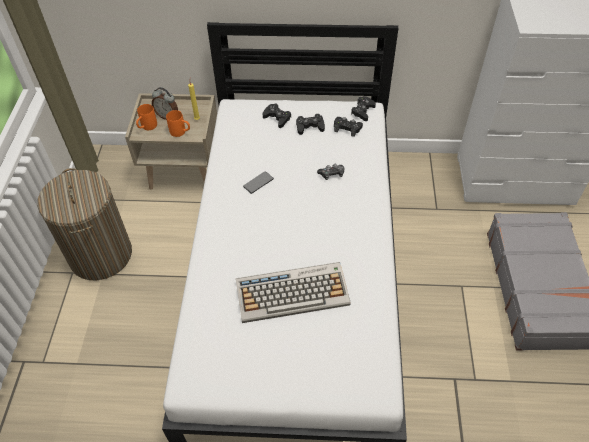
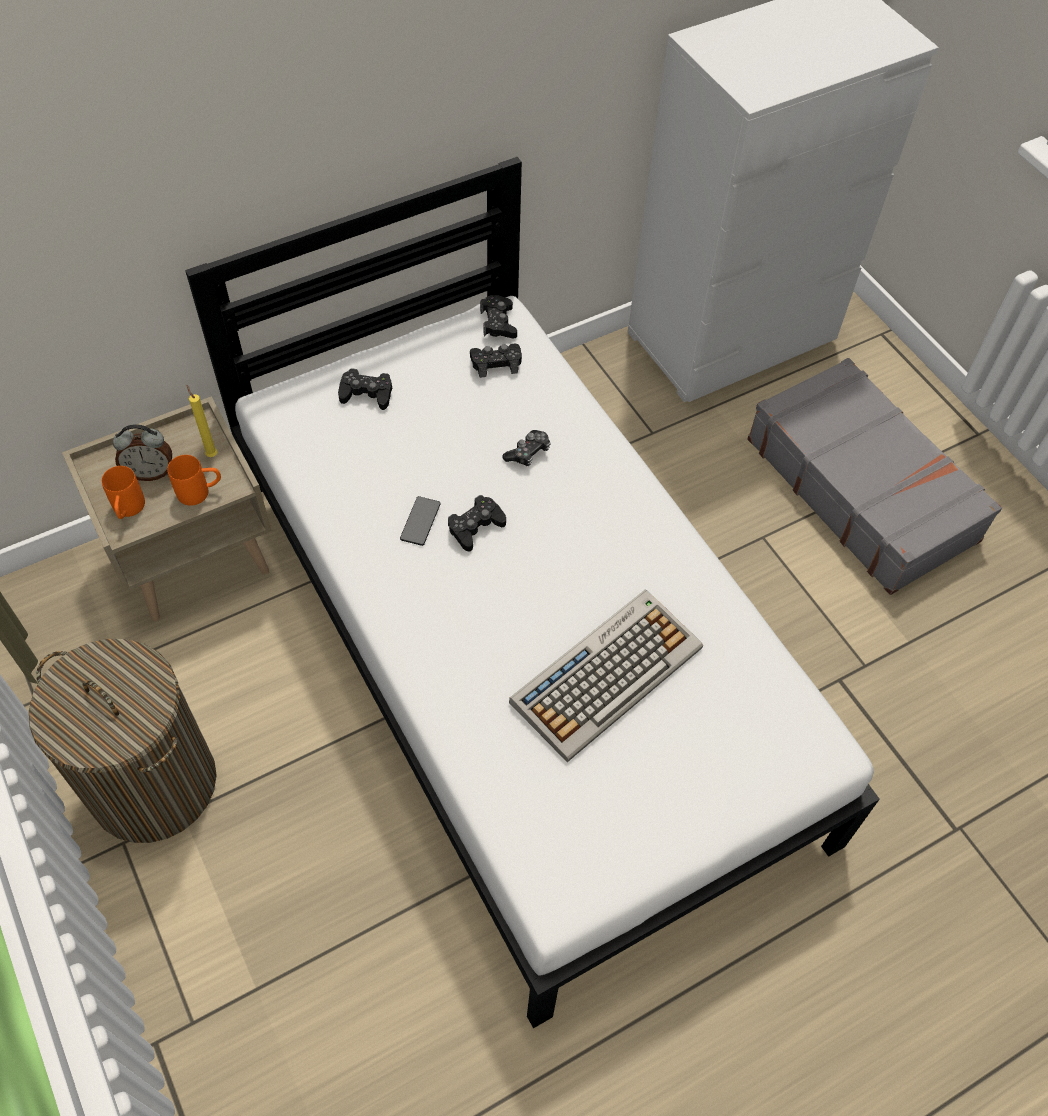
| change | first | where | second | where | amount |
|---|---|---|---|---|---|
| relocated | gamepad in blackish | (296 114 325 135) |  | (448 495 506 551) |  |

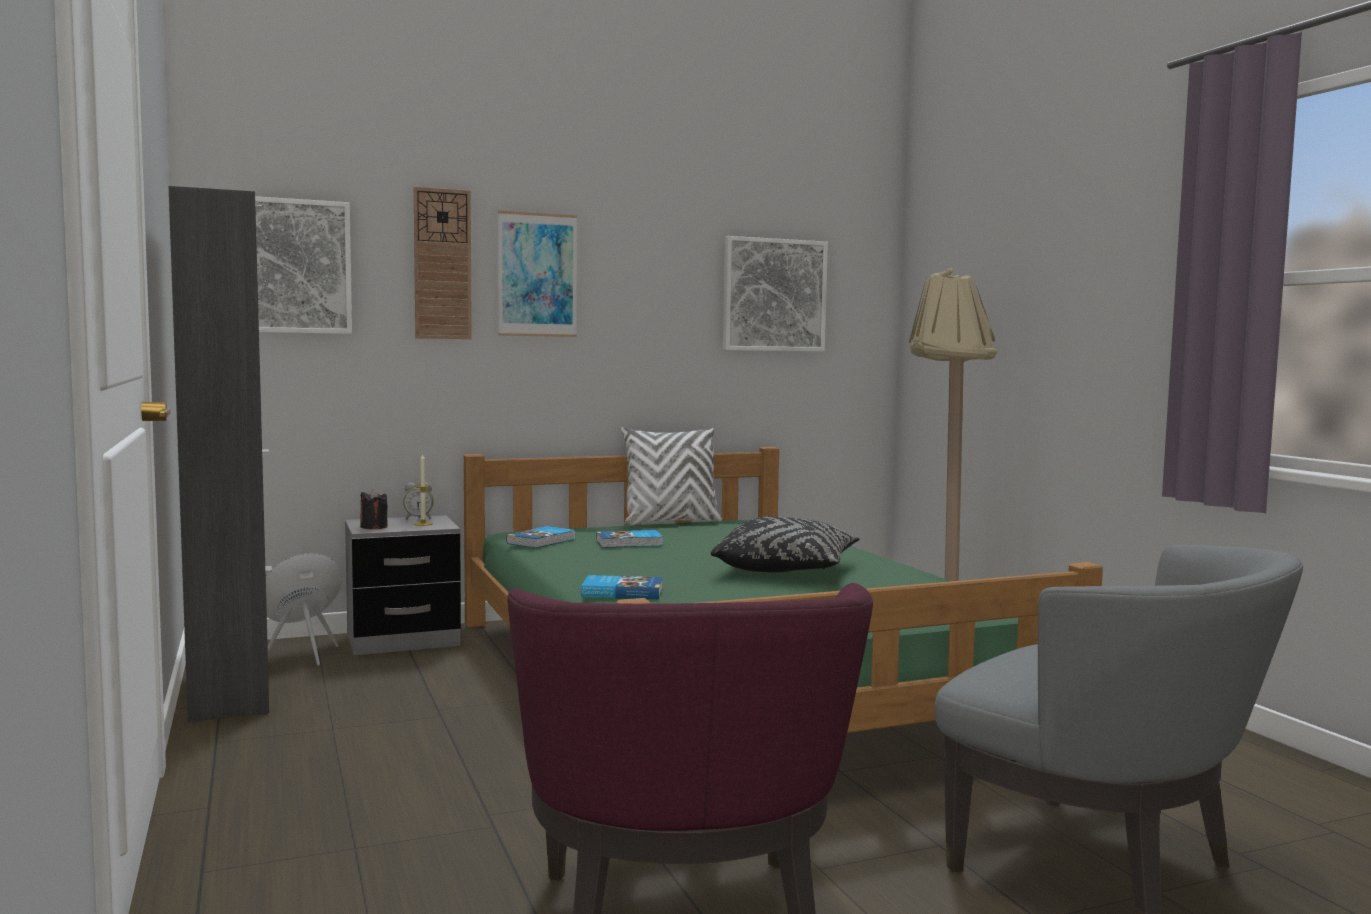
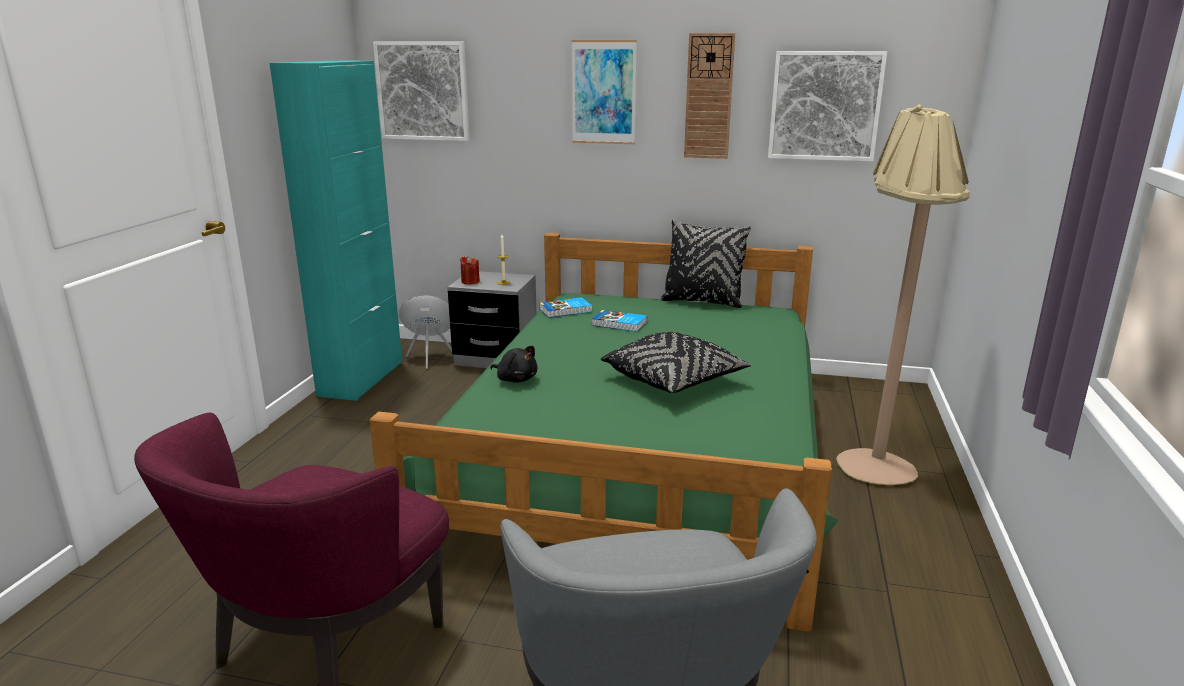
| change | first | where | second | where | amount |
|---|---|---|---|---|---|
| colour | storage cabinet in blackish | (169 186 272 722) | storage cabinet in turquoise | (270 60 402 401) |  |
| relocated | hanging clock | (414 187 472 339) |  | (684 33 735 159) |  |
| colour | cushion in white | (621 427 722 526) | cushion in blackish | (660 220 751 308) |  |
| missing | bedside clock | (403 482 434 520) |  |  |  |
| colour | wax candle in blackish | (360 489 388 529) | wax candle in reddish | (460 256 480 285) |  |
| exchanged | book | (581 575 663 599) | cuddly toy in blackish | (490 346 538 383) |  |

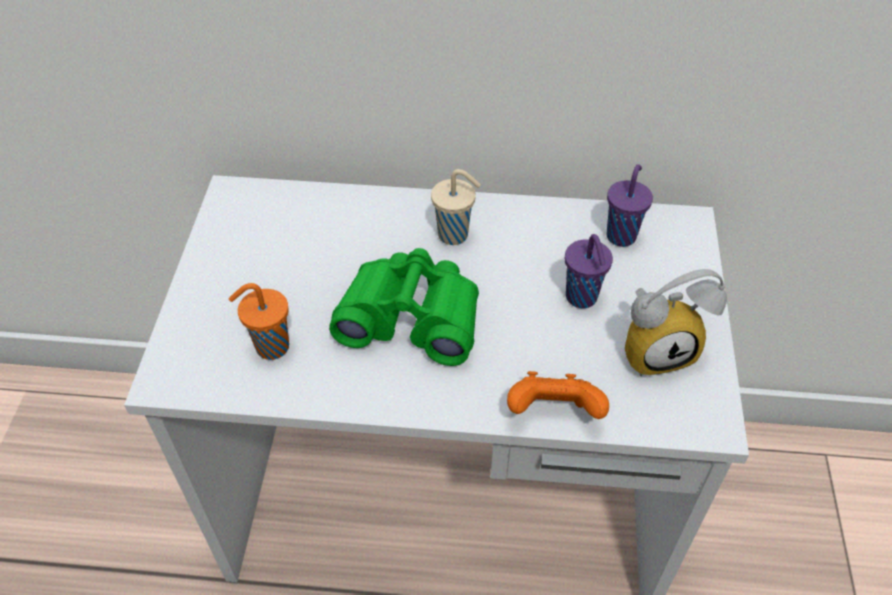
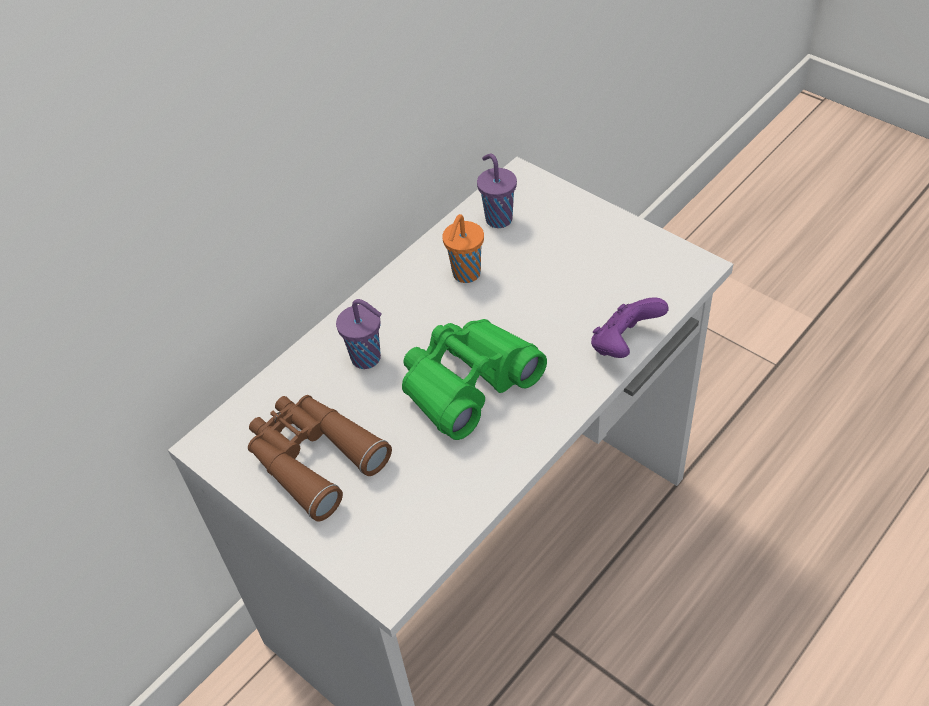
| change | first | where | second | where | amount |
|---|---|---|---|---|---|
| missing | drinking cup in beige | (431 169 481 245) |  |  |  |
| relocated | drinking cup in purple | (565 234 613 308) |  | (336 299 381 369) |  |
| missing | bedside clock | (625 269 727 376) |  |  |  |
| relocated | drinking cup in orangey | (229 283 289 360) |  | (442 214 484 283) |  |
| colour | gamepad in orangey | (507 371 609 419) | gamepad in purple | (591 297 669 358) |  |
| appeared |  |  | binoculars in brownish | (248 395 392 522) |  |

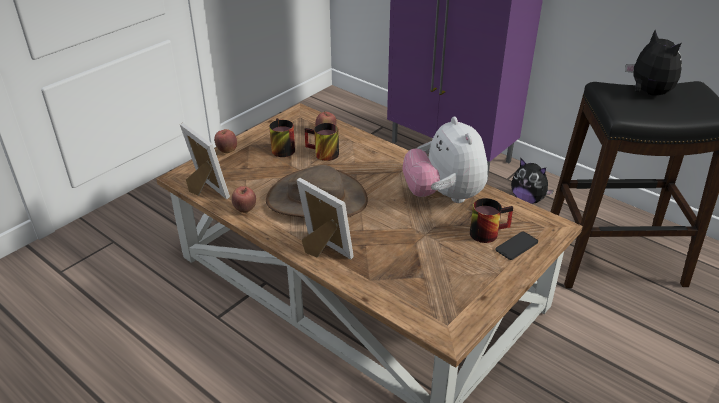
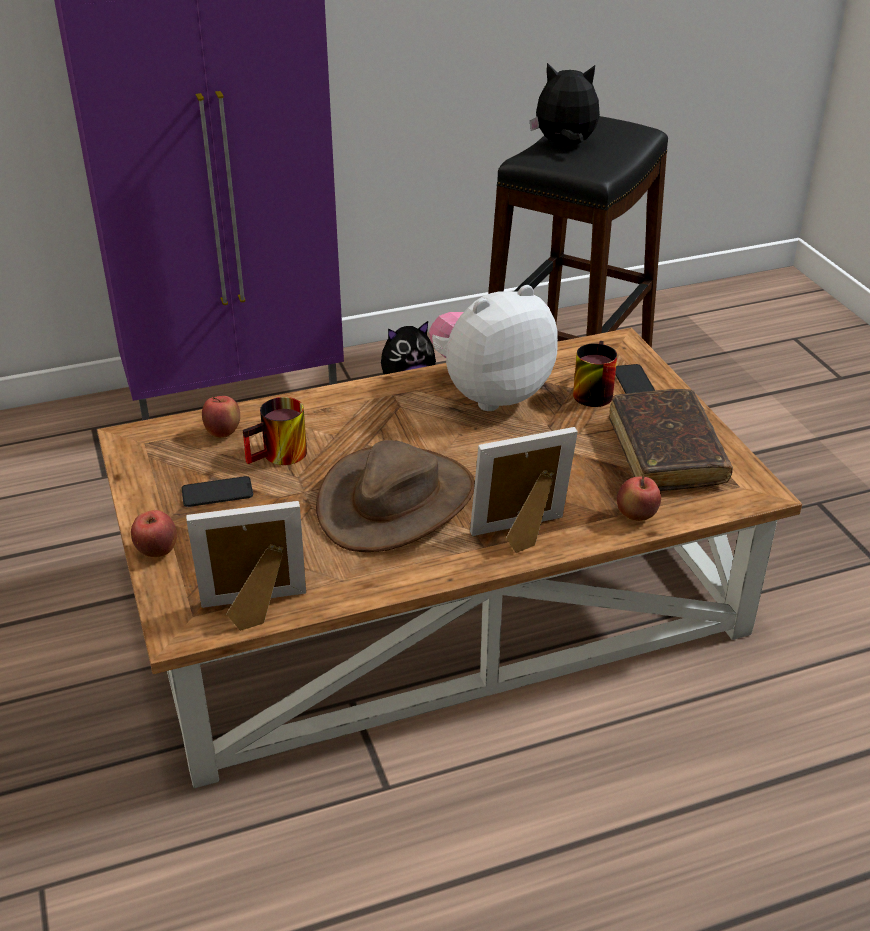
| change | first | where | second | where | amount |
|---|---|---|---|---|---|
| spun | cuddly toy | (402 117 488 203) |  | (429 285 558 411) | 135 degrees clockwise |
| exchanged | coffee mug | (269 118 295 157) | handset | (182 476 253 507) |  |
| relocated | apple | (232 186 256 213) |  | (617 476 661 521) |  |
| appeared |  |  | book in brownish | (609 389 733 491) |  |

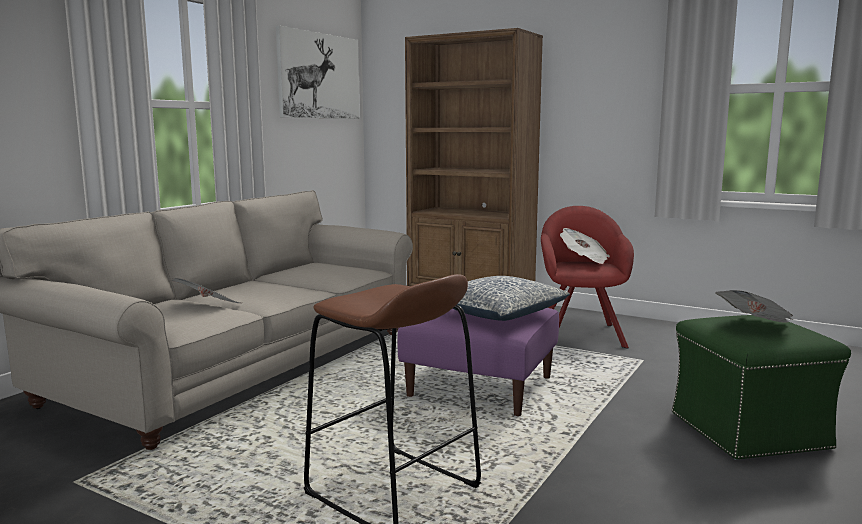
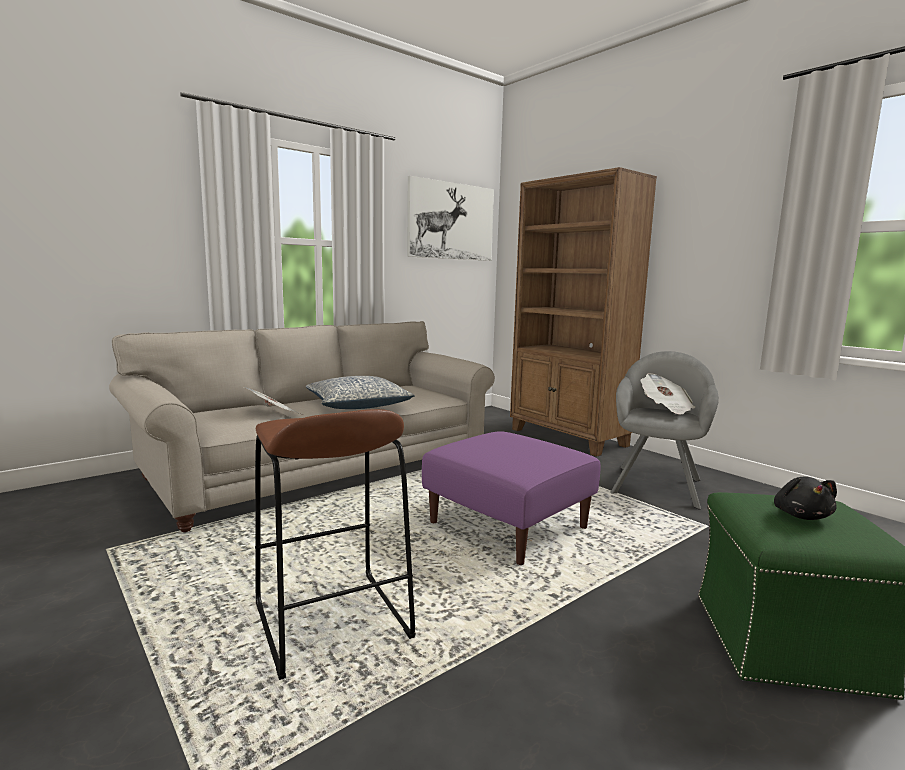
| change | first | where | second | where | amount |
|---|---|---|---|---|---|
| colour | lounge chair in reddish | (541 206 634 349) | lounge chair in greyish | (610 351 719 510) |  |
| relocated | cushion | (452 276 570 321) |  | (306 376 415 409) |  |
| exchanged | daily paper | (715 290 793 322) | cuddly toy in blackish | (774 477 837 520) |  |

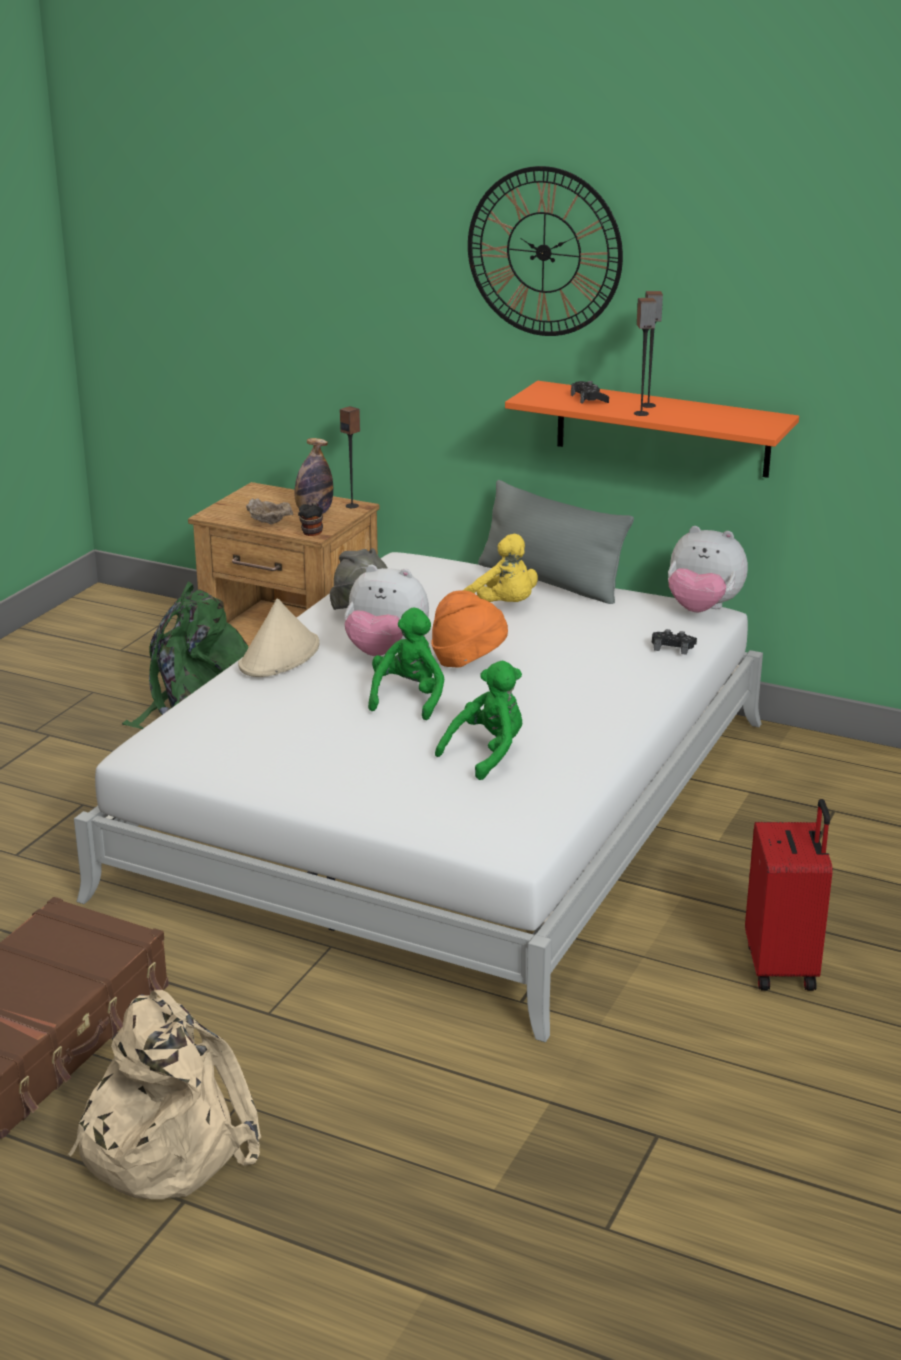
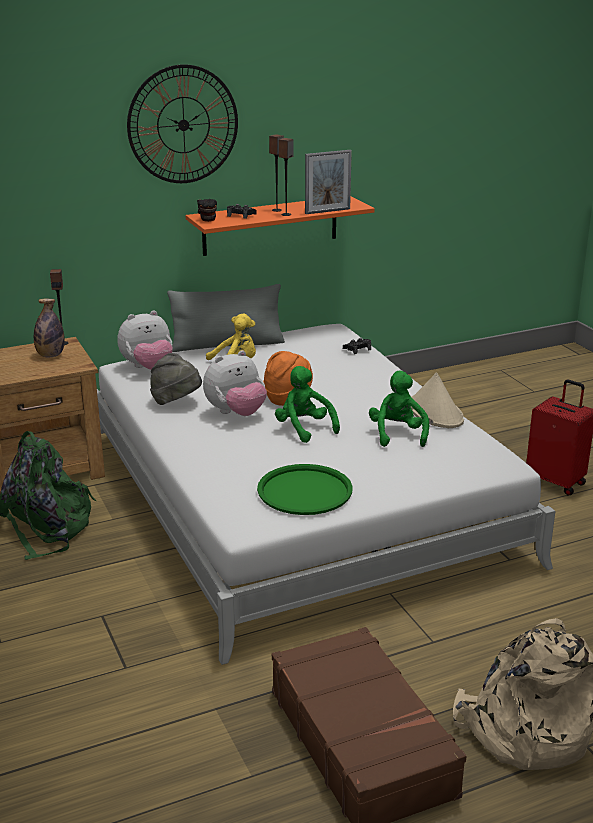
| change | first | where | second | where | amount |
|---|---|---|---|---|---|
| missing | serving bowl in beige | (246 498 293 525) |  |  |  |
| relocated | coffee mug | (298 503 323 536) |  | (197 199 217 222) |  |
| relocated | cuddly toy | (668 526 748 612) |  | (117 311 173 370) |  |
| relocated | clothing hat in beige | (238 598 320 677) |  | (411 372 464 428) |  |
| appeared |  |  | standing frame | (305 150 352 214) |  |
| appeared |  |  | serving tray in greenish | (257 464 353 515) |  |

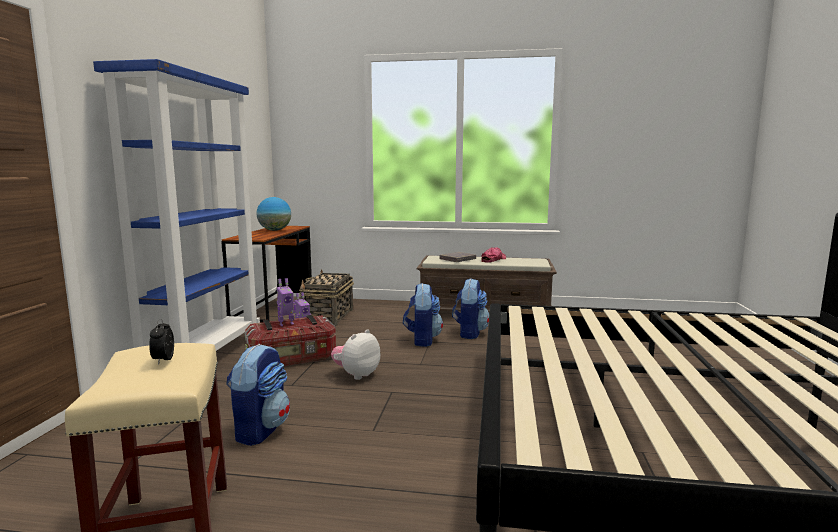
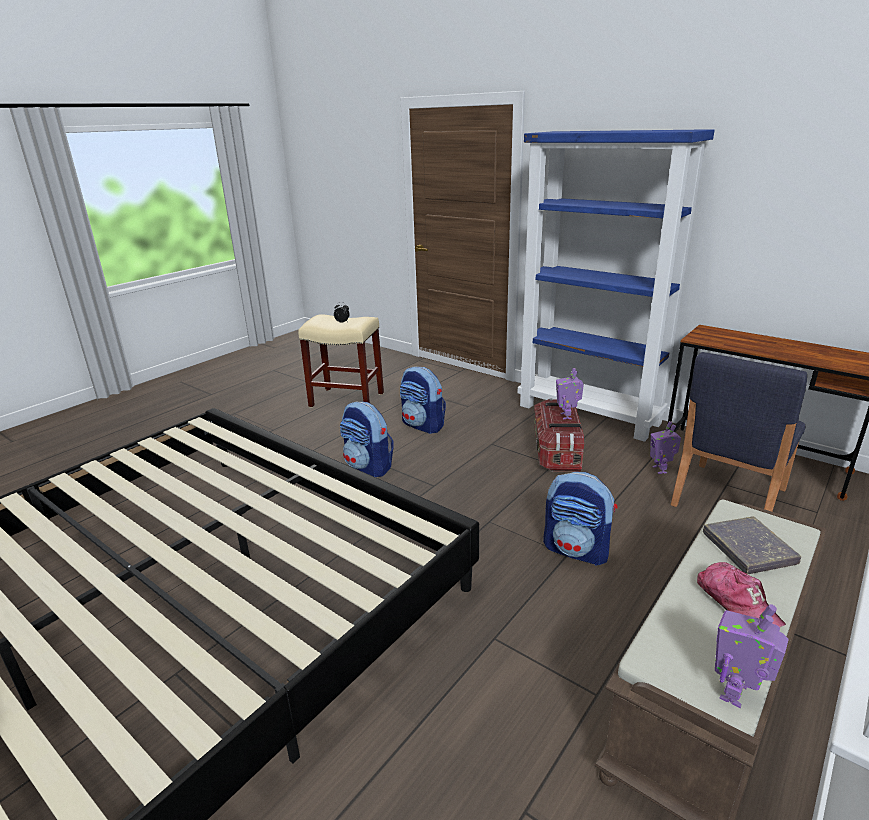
| change | first | where | second | where | amount |
|---|---|---|---|---|---|
| missing | globe | (257 197 291 231) |  |  |  |
| exchanged | household basket | (299 269 354 326) | upright chair in blue-coloured | (671 352 807 511) |  |
| relocated | knapsack | (452 278 489 339) |  | (340 402 393 477) |  |
| missing | cuddly toy | (331 329 380 380) |  |  |  |
| appeared |  |  | model robot | (715 604 789 709) |  |

